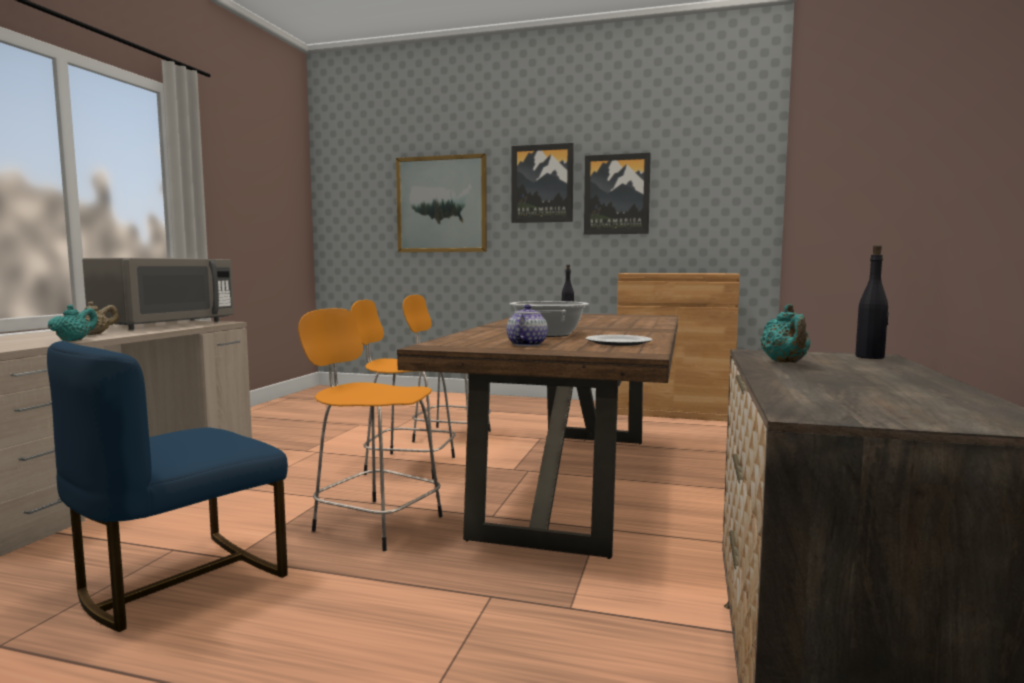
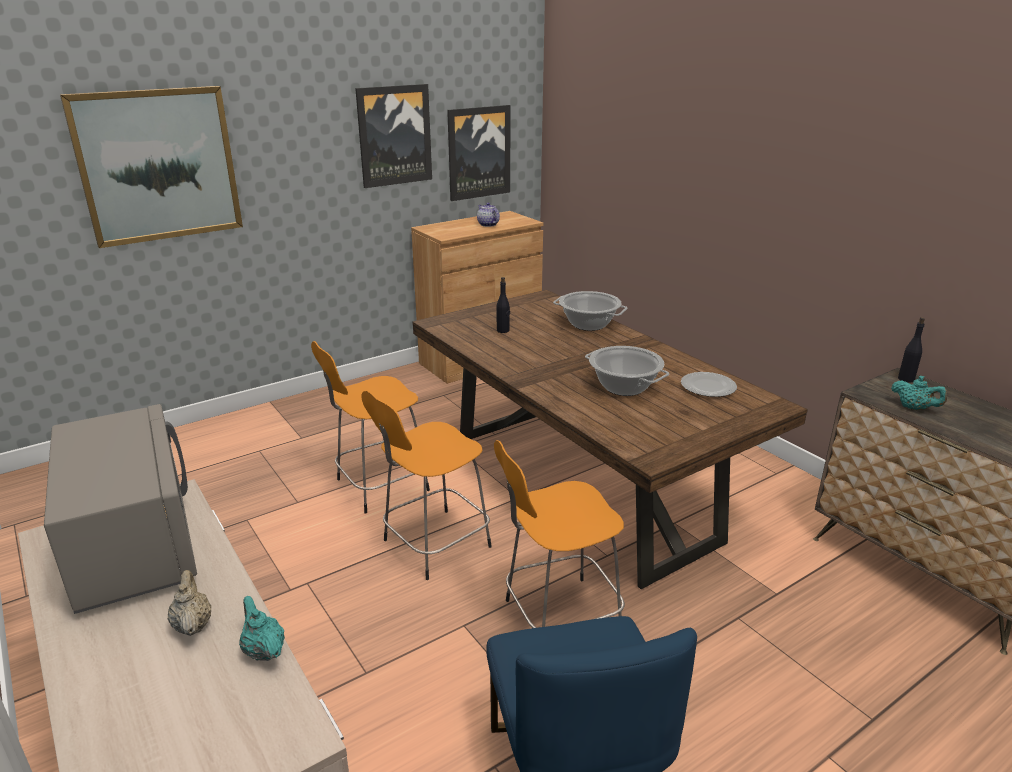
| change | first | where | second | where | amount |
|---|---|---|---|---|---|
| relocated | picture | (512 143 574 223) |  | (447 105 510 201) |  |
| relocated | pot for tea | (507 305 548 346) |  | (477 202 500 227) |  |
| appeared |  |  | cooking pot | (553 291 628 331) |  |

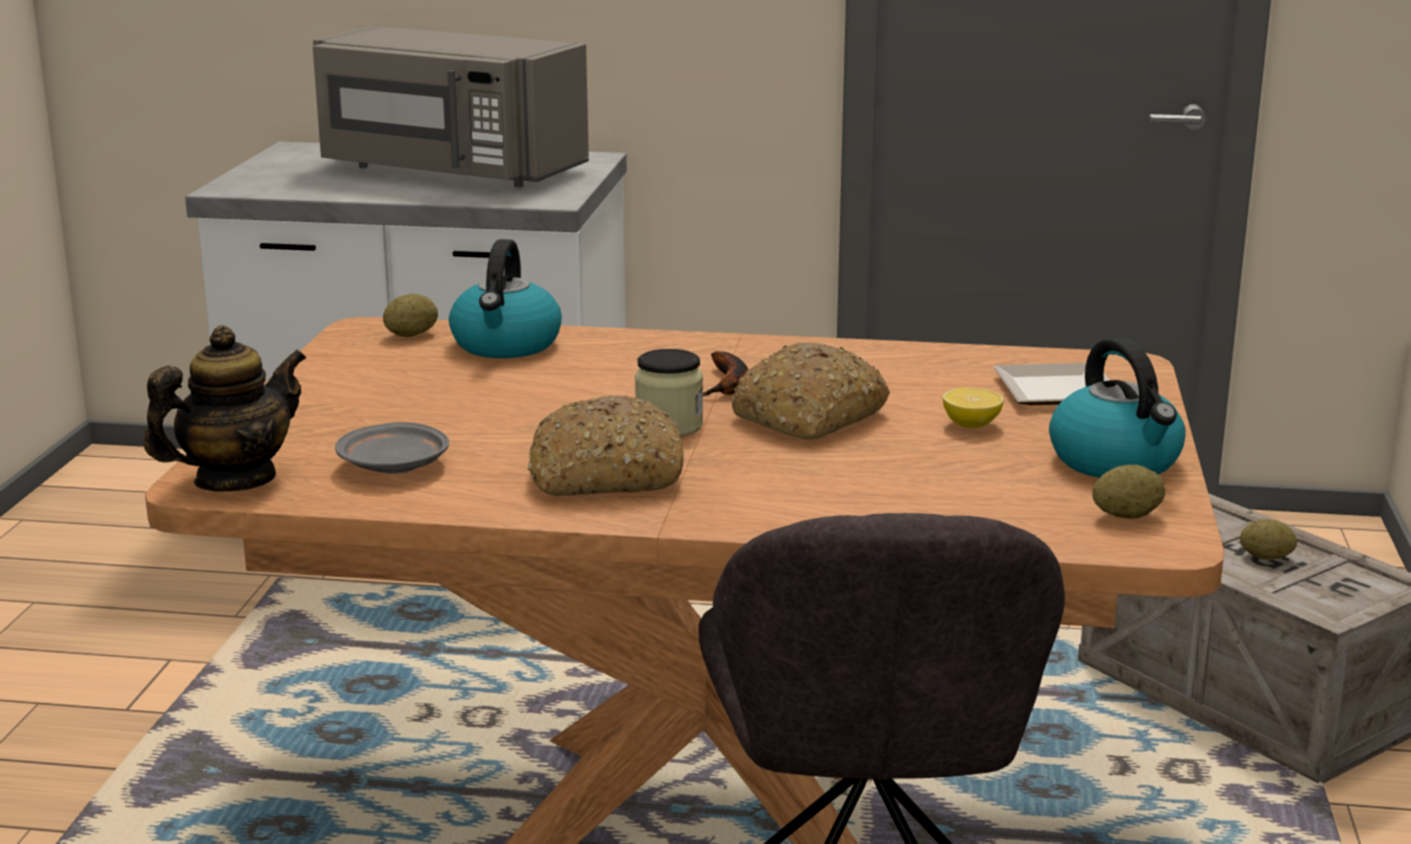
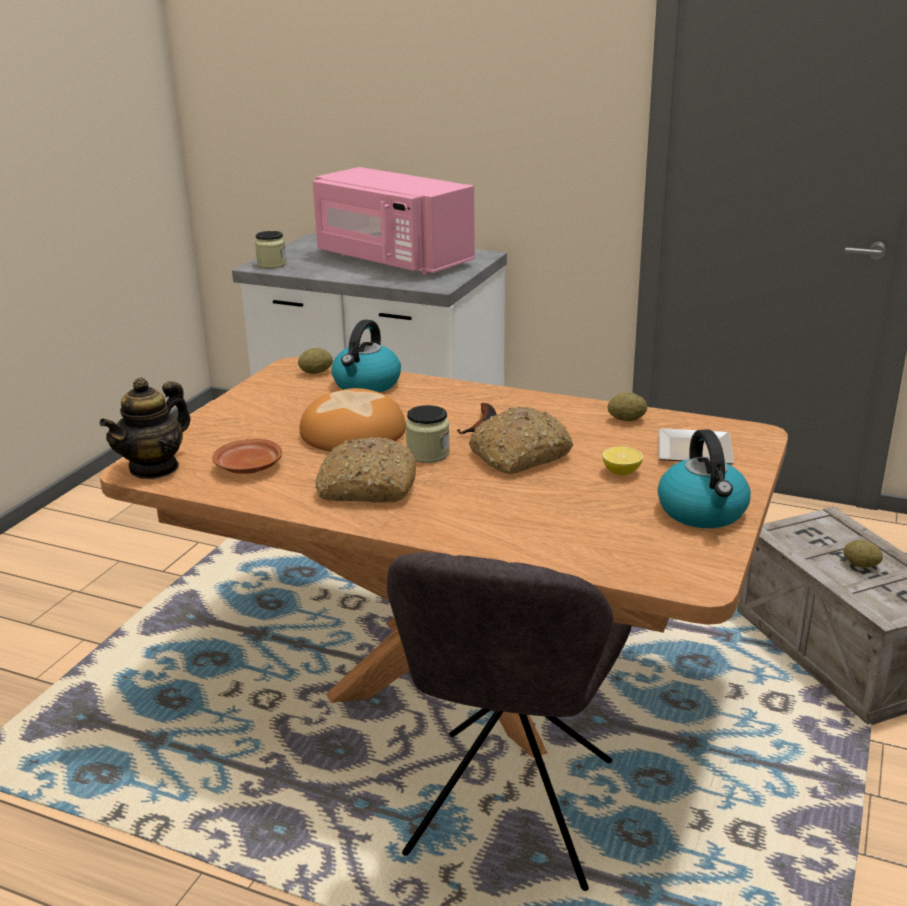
| change | first | where | second | where | amount |
|---|---|---|---|---|---|
| colour | microwave in greyish | (313 26 589 187) | microwave in pinkish | (313 167 475 275) |  |
| spun | pot for tea | (144 325 306 492) |  | (99 377 191 479) | 150 degrees clockwise |
| colour | plate in greyish | (335 422 449 474) | plate in brownish | (212 439 282 474) |  |
| relocated | spud | (1092 465 1165 519) |  | (607 393 647 421) |  |
| appeared |  |  | storage jar | (255 231 287 268) |  |
| appeared |  |  | baked bread | (300 388 406 451) |  |

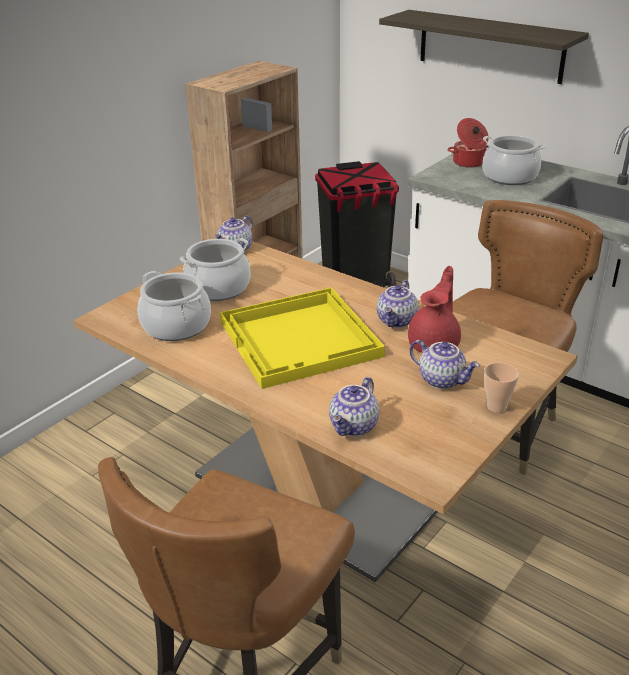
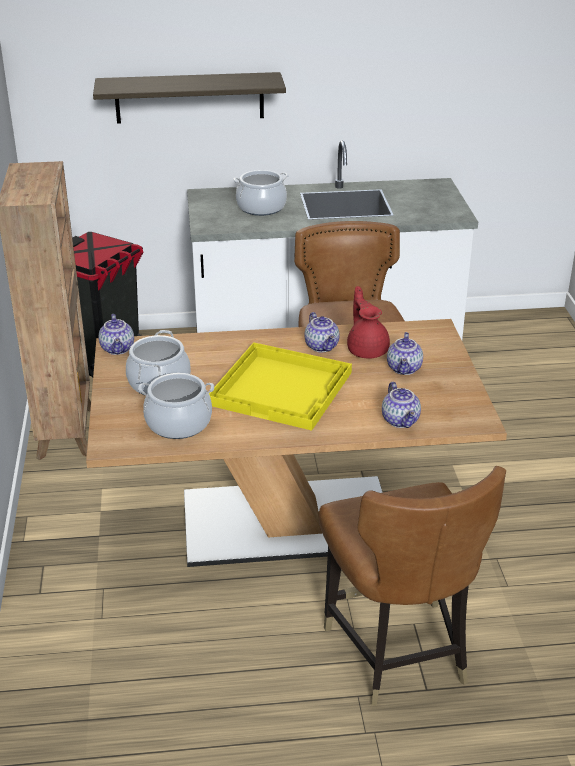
| change | first | where | second | where | amount |
|---|---|---|---|---|---|
| missing | cooking pot | (448 118 489 168) |  |  |  |
| spun | pot for tea | (409 340 480 389) |  | (387 332 423 375) | 105 degrees clockwise |
| missing | drinking cup | (484 363 519 413) |  |  |  |

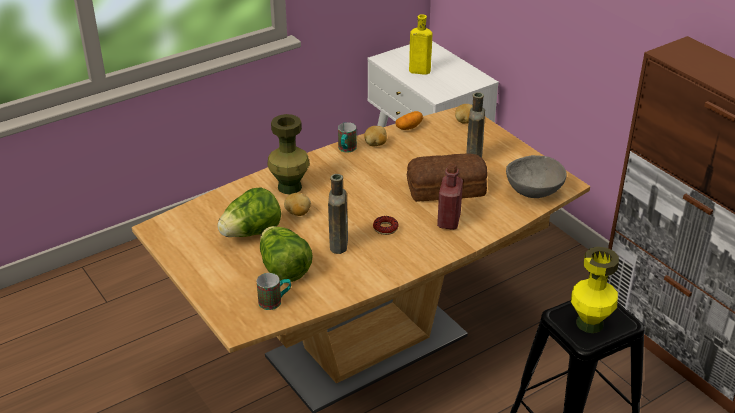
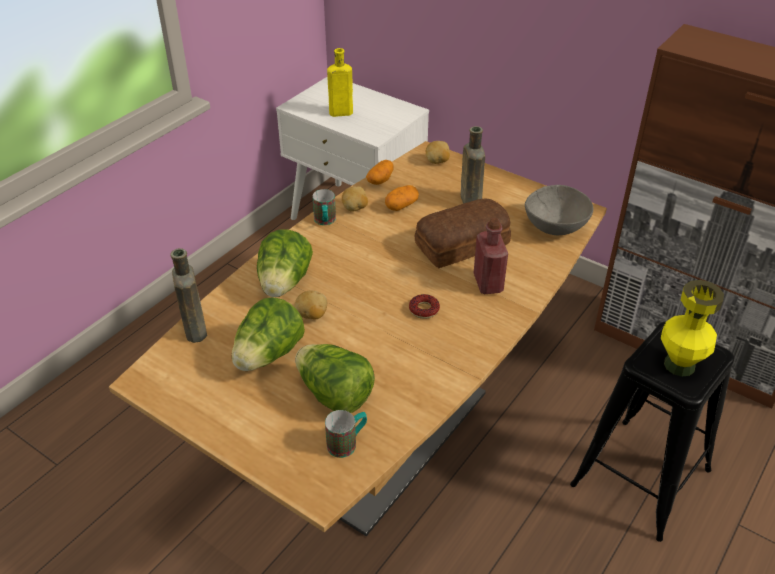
| change | first | where | second | where | amount |
|---|---|---|---|---|---|
| exchanged | decorative vase in greenish | (267 114 310 194) | lettuce head | (257 229 313 297) |  |
| relocated | drink bottle in brownish | (328 174 348 254) |  | (170 248 207 343) |  |
| appeared |  |  | spud | (385 185 419 211) |  |

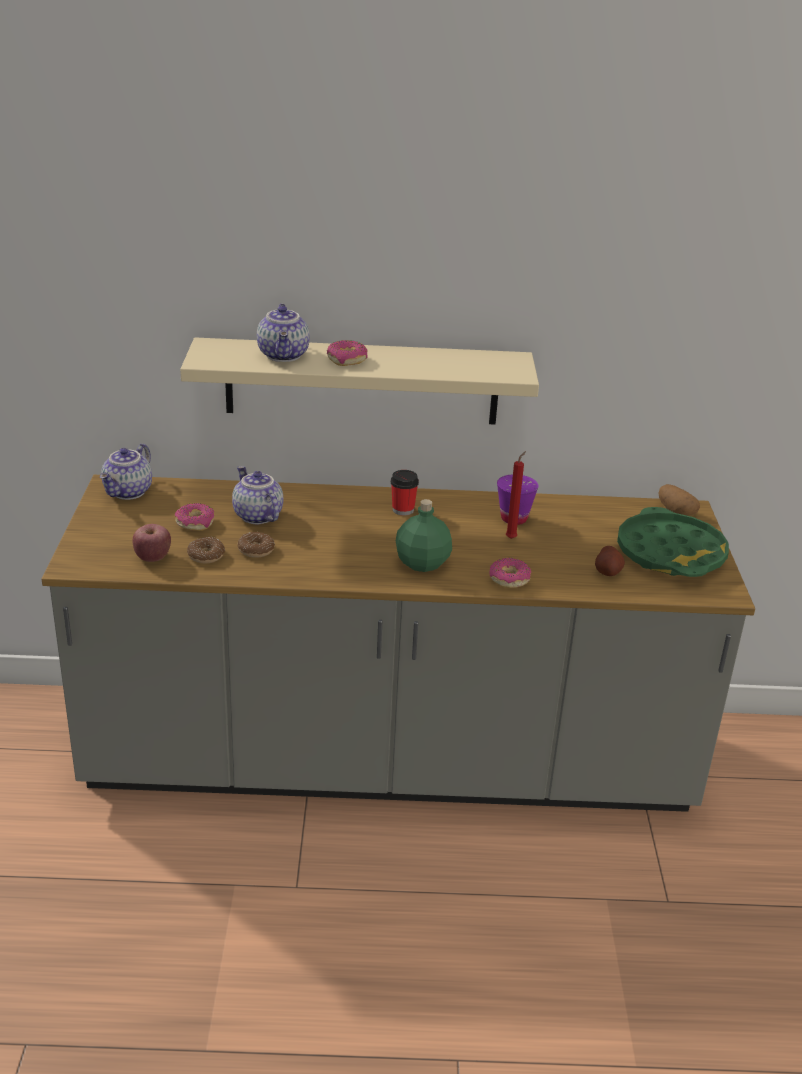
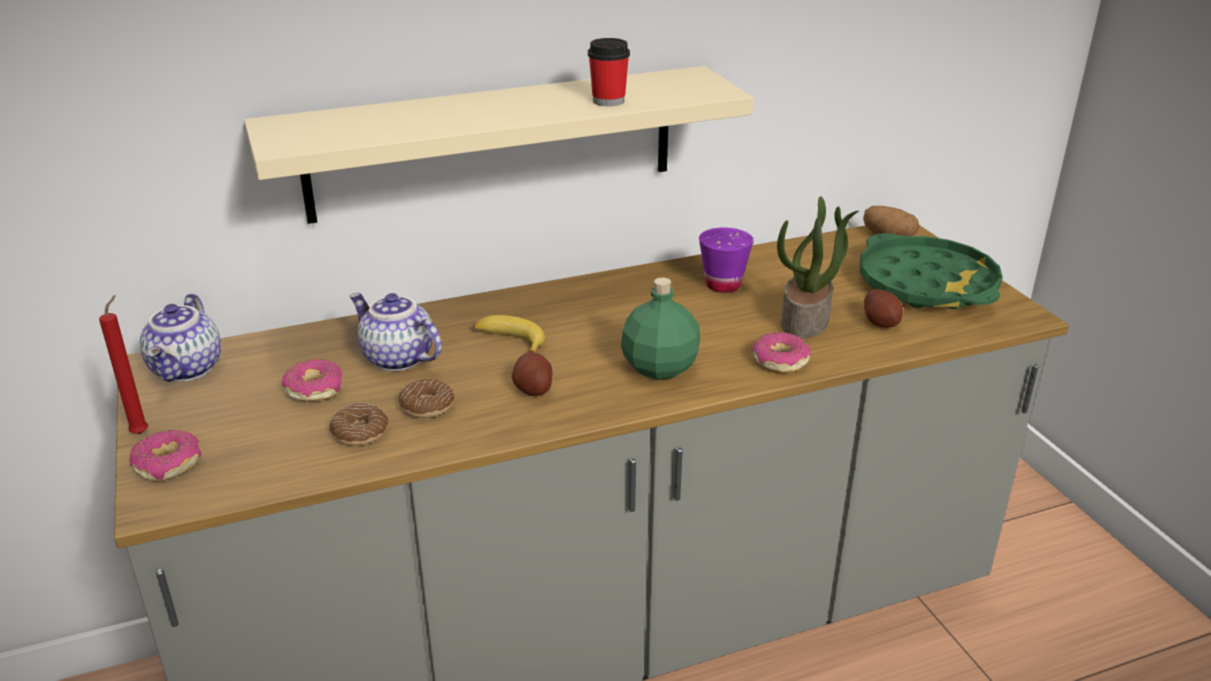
| change | first | where | second | where | amount |
|---|---|---|---|---|---|
| missing | pot for tea | (257 304 310 362) |  |  |  |
| relocated | ring doughnut | (327 340 368 366) |  | (129 430 201 482) |  |
| relocated | wax candle in reddish | (506 451 526 539) |  | (99 295 148 434) |  |
| relocated | drinking cup | (391 470 419 516) |  | (588 38 630 106) |  |
| missing | apple | (132 524 171 562) |  |  |  |
| appeared |  |  | houseplant | (777 196 859 339) |  |
| appeared |  |  | banana fruit | (474 315 545 353) |  |
| appeared |  |  | spud | (512 352 552 396) |  |

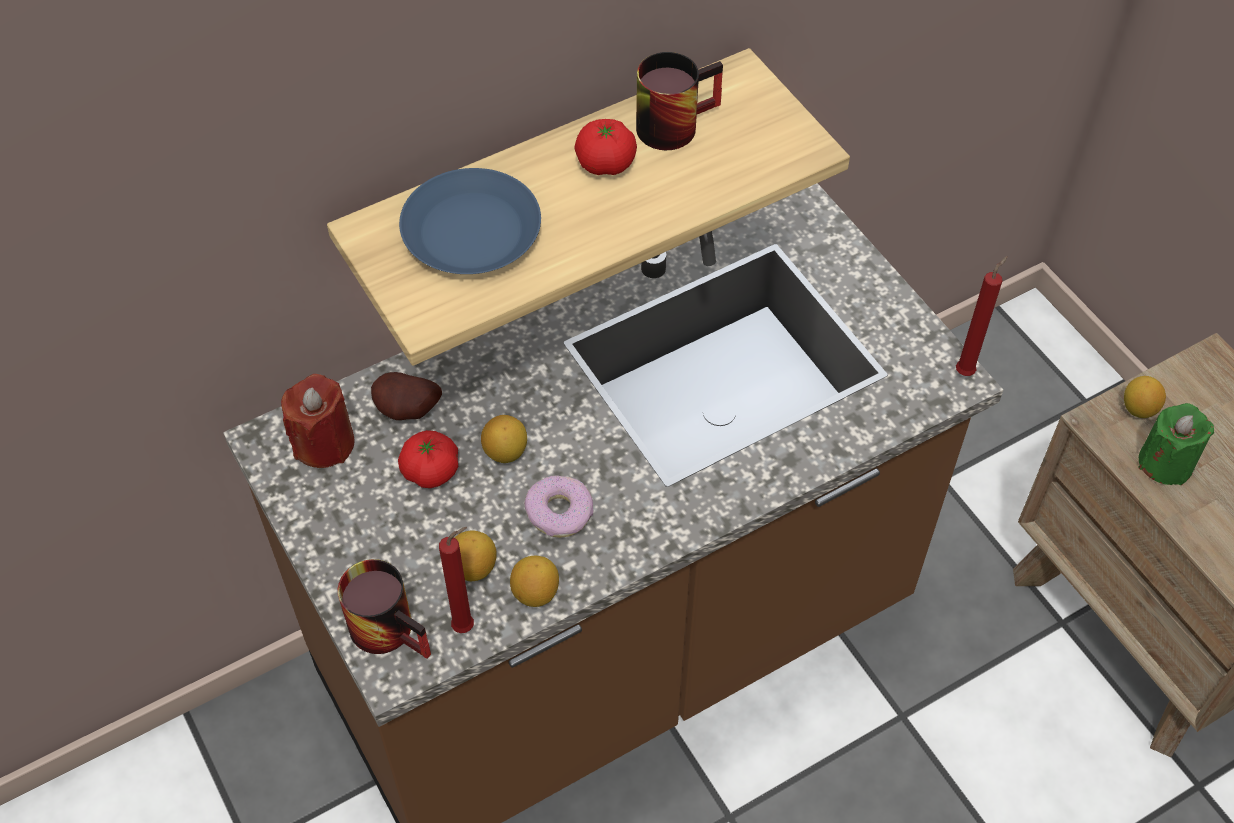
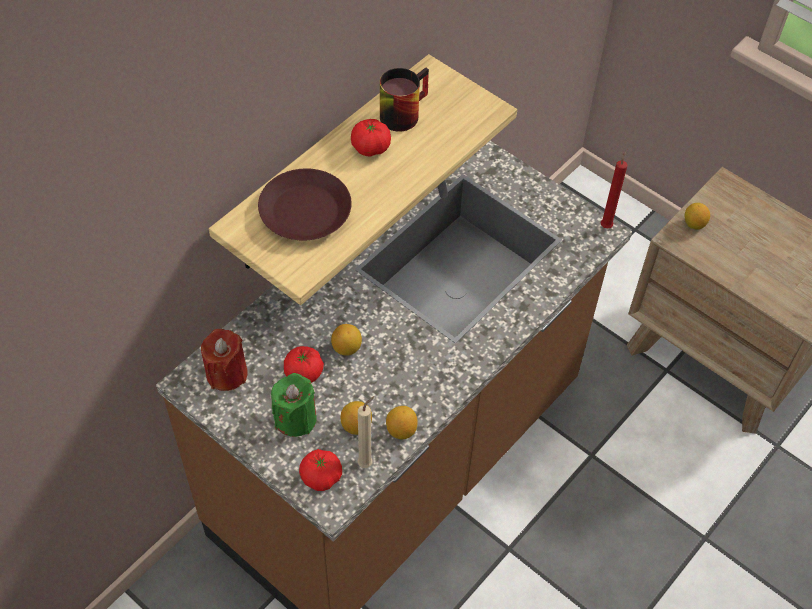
| change | first | where | second | where | amount |
|---|---|---|---|---|---|
| colour | plate in blue-coloured | (399 168 541 274) | plate in brownish | (258 168 352 240) |  |
| missing | spud | (371 372 442 420) |  |  |  |
| relocated | wax candle in greenish | (1139 403 1214 485) |  | (271 373 317 437) |  |
| missing | ring doughnut | (524 476 593 538) |  |  |  |
| colour | wax candle in reddish | (439 527 474 633) | wax candle in beige | (358 396 374 468) |  |
| exchanged | coffee mug | (338 559 431 659) | fresh tomato | (299 449 342 491) |  |

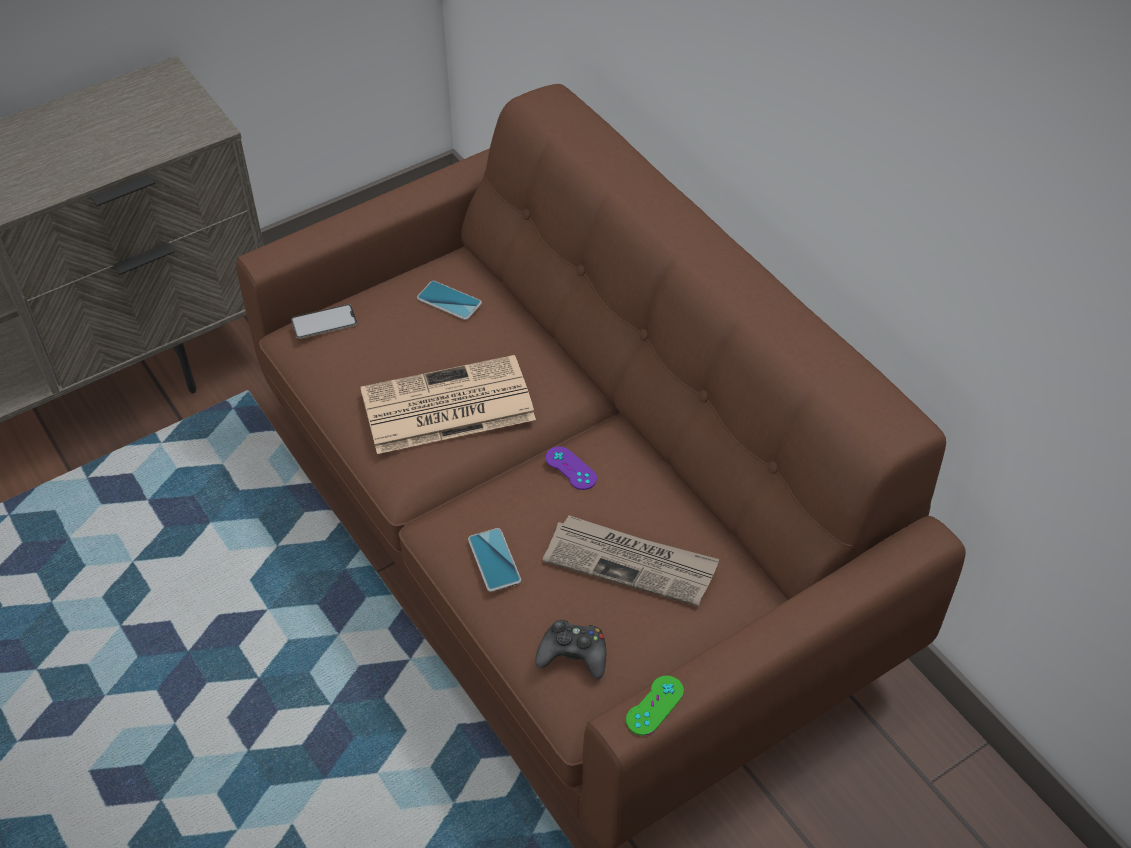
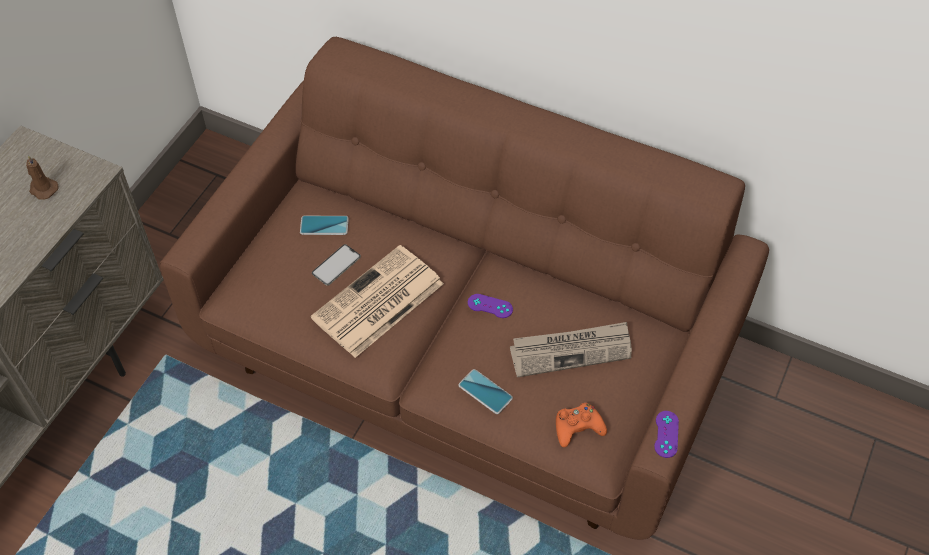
| change | first | where | second | where | amount |
|---|---|---|---|---|---|
| relocated | handset | (291 304 357 339) |  | (312 244 361 286) |  |
| colour | gamepad in blackish | (535 620 606 679) | gamepad in orangey | (556 403 607 447) |  |
| colour | gamepad in greenish | (626 676 684 736) | gamepad in purple | (654 411 679 458) |  |
| appeared |  |  | wax candle in brownish | (26 155 58 200) |  |

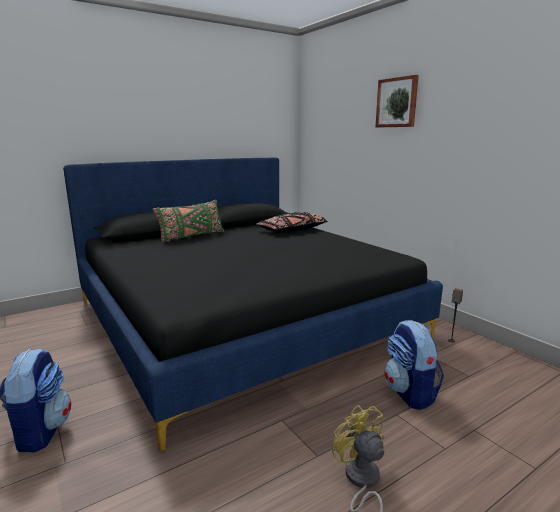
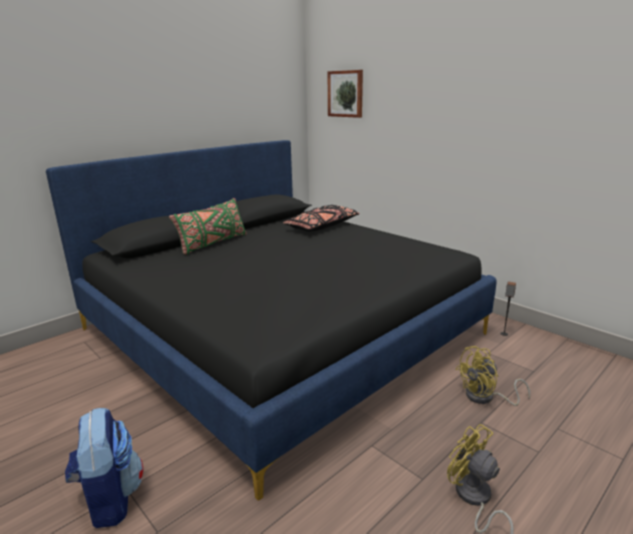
| change | first | where | second | where | amount |
|---|---|---|---|---|---|
| relocated | picture | (376 75 419 127) |  | (328 70 363 118) |  |
| exchanged | knapsack | (384 320 444 410) | electric fan in yellow | (455 346 530 406) |  |

